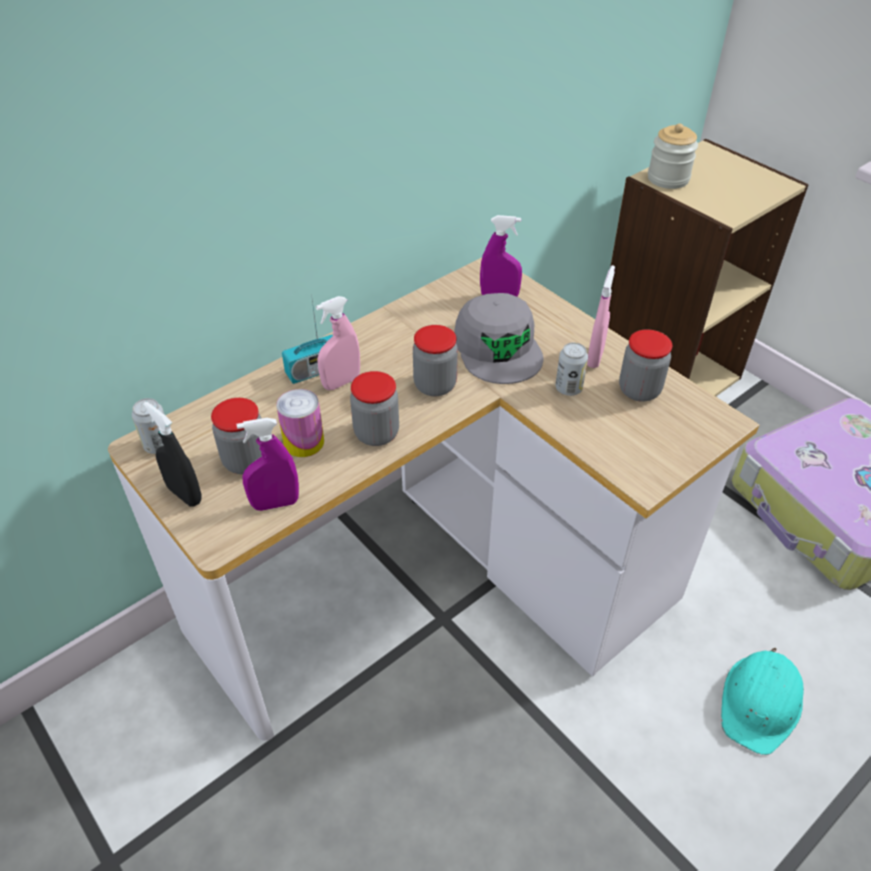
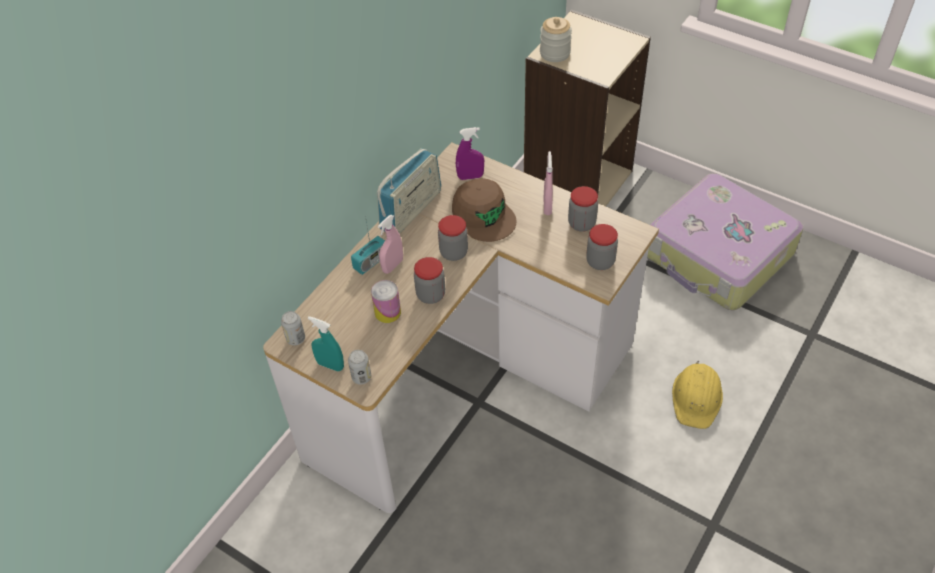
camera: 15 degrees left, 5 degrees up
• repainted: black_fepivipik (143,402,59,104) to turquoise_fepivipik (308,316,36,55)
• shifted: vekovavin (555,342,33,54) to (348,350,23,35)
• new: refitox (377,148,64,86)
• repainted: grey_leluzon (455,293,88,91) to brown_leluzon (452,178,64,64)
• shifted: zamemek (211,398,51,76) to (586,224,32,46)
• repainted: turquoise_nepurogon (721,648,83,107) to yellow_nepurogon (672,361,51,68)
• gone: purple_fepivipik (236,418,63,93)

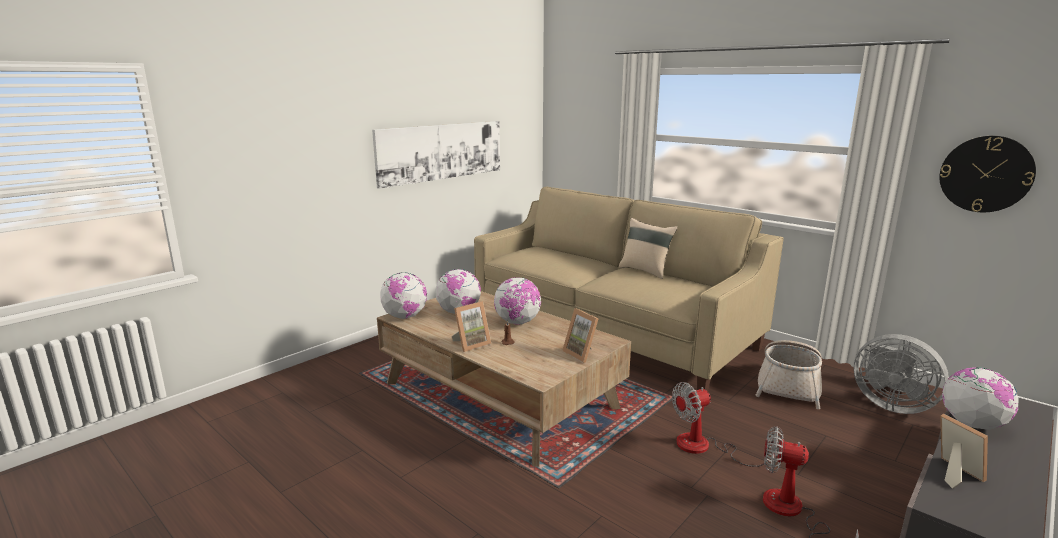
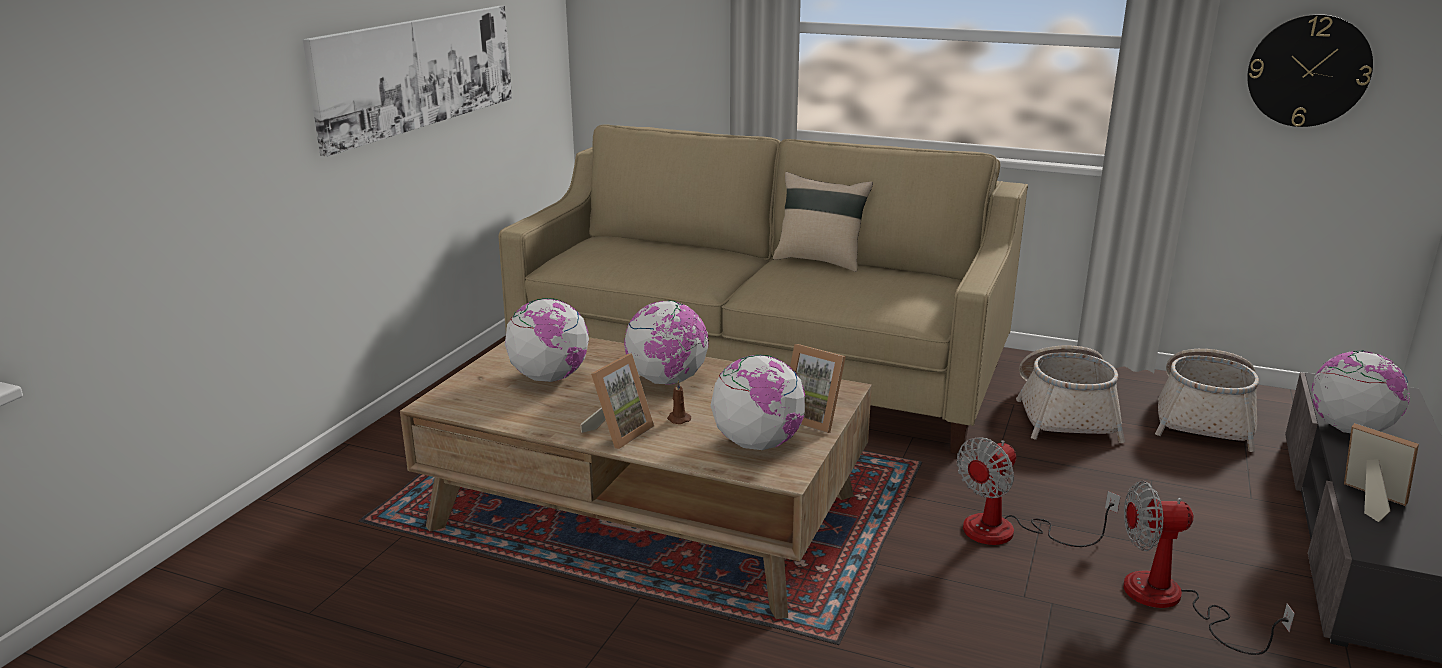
camera: 20 degrees left, 5 degrees up
• shifted: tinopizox (380,272,47,47) to (710,355,95,95)
• swapped: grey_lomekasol (854,334,95,80) to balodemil (1155,349,104,103)

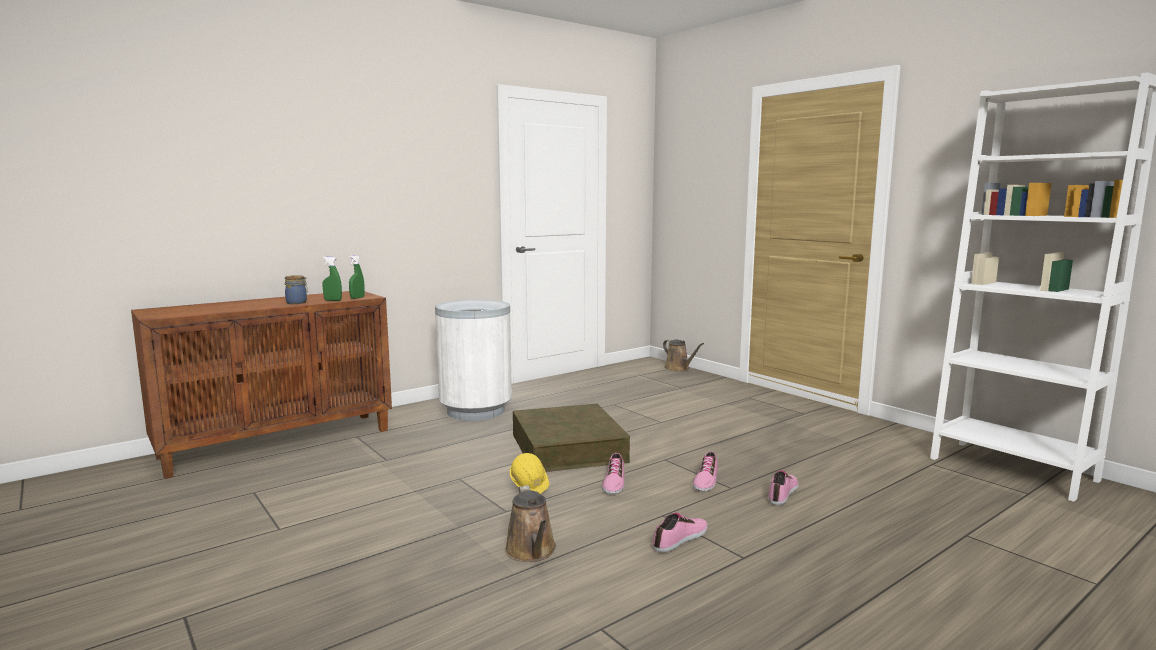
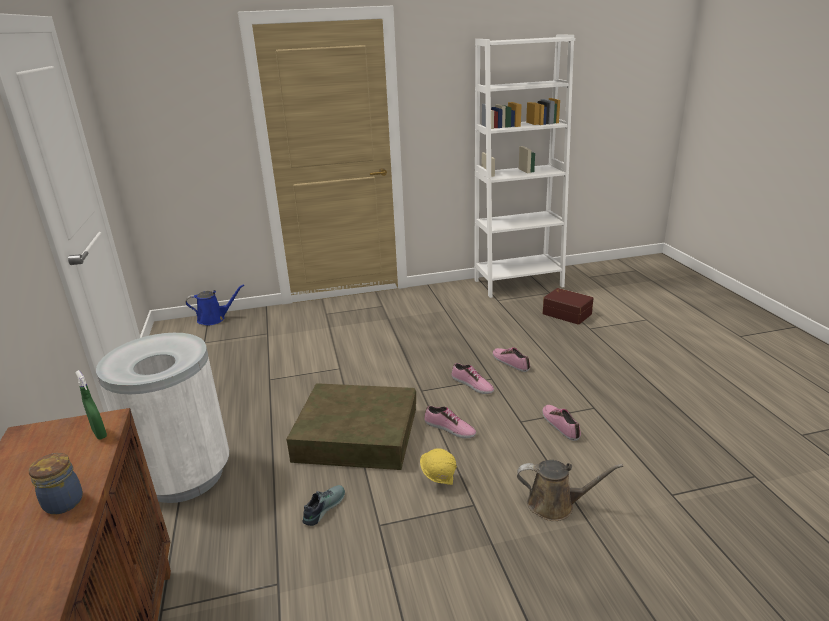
camera: 65 degrees left, 15 degrees up
• repainted: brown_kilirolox (663,339,41,33) to blue_kilirolox (185,284,59,41)
• new: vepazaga (303,485,42,41)
• new: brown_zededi (543,288,51,37)
• gone: green_fepivipik (322,257,20,44)

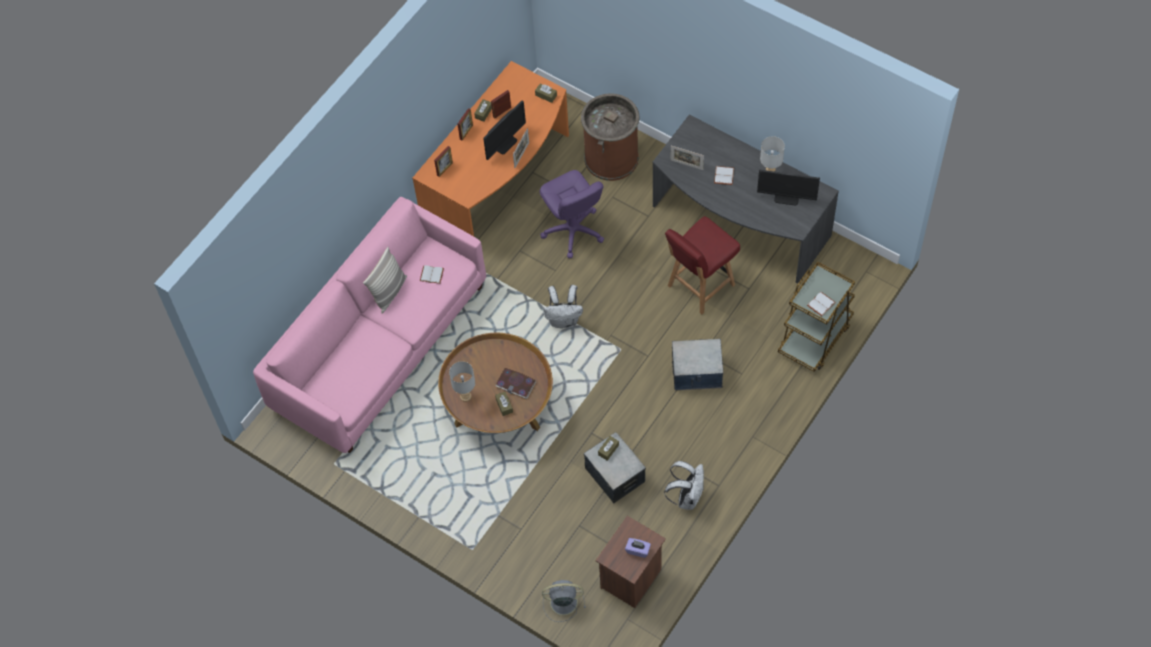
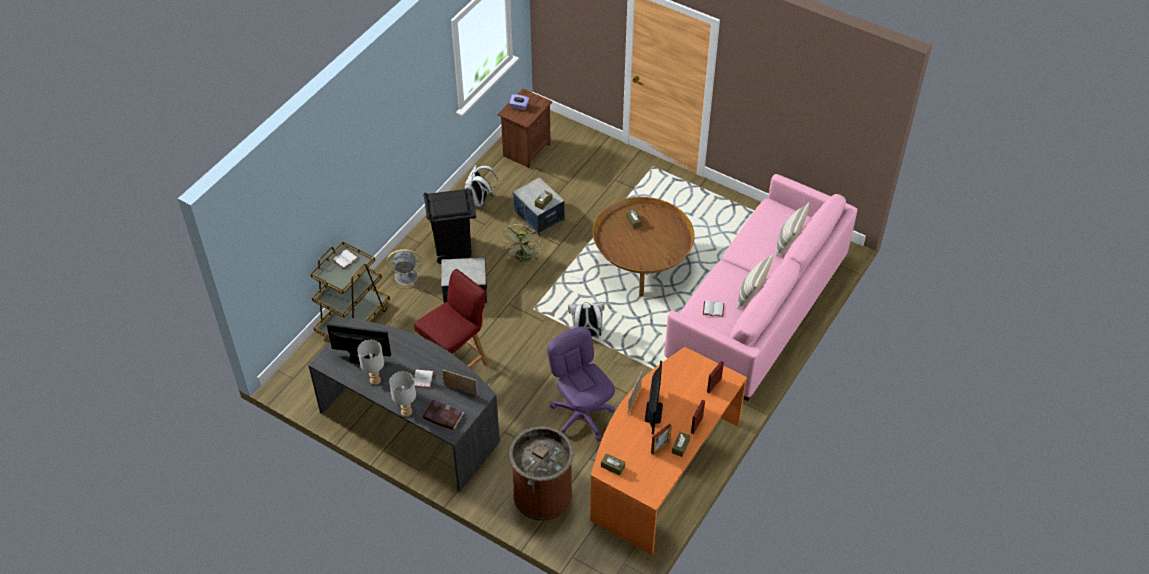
camera: 175 degrees right, 10 degrees down
• shifted: grey_lomekasol (542,580,44,42) to (387,249,37,40)
• shifted: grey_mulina (449,361,26,41) to (389,371,27,46)
• shifted: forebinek (495,368,41,31) to (422,400,42,30)
• new: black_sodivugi (423,189,53,75)
• new: green_lomekasol (501,224,40,38)
• rotated: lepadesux (483,101,43,59) = (645,361,18,73) 150 degrees clockwise
• new: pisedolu (776,203,34,53)

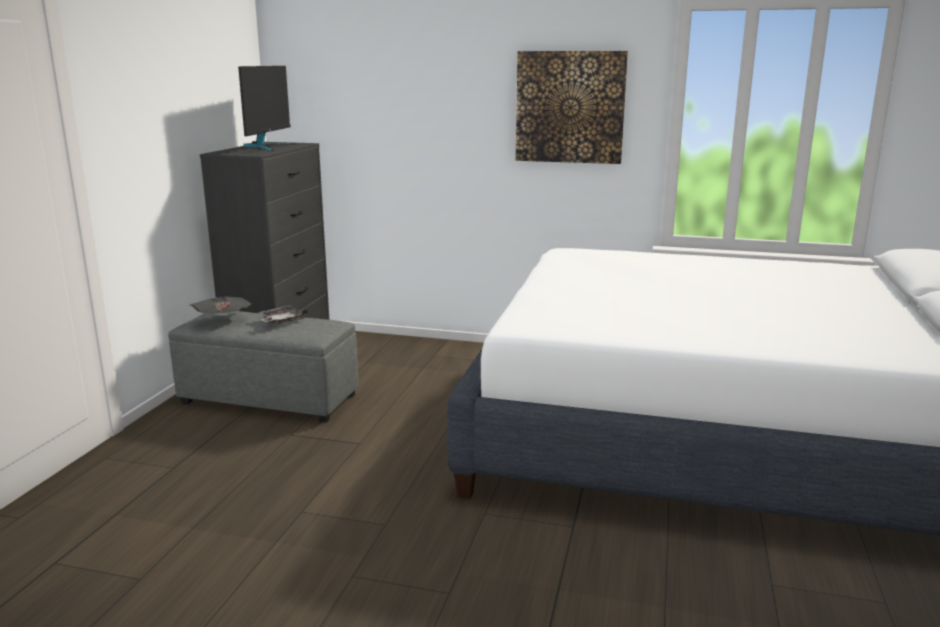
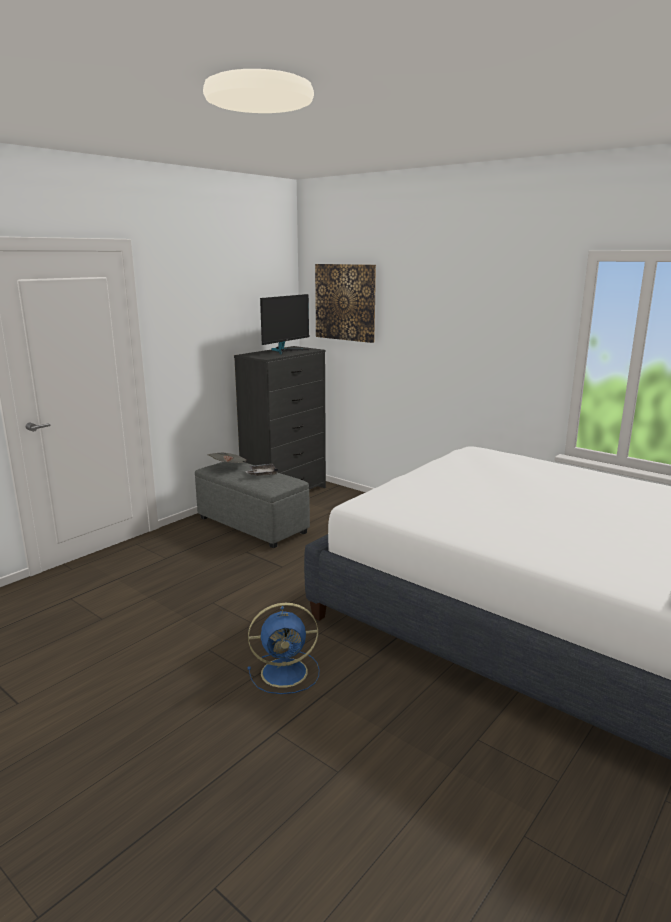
camera: 25 degrees right, 0 degrees up
• new: blue_lomekasol (248,603,71,91)
• shifted: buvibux (516,51,112,113) to (315,264,61,79)

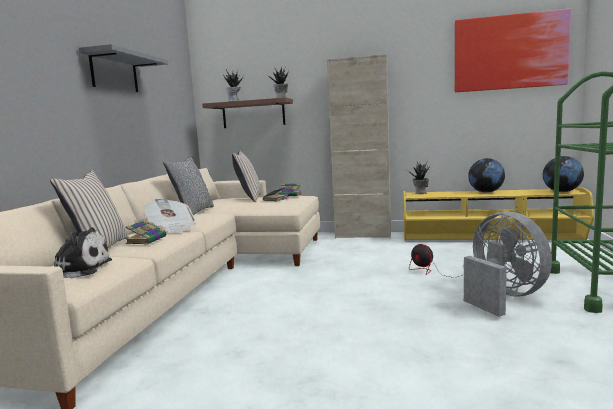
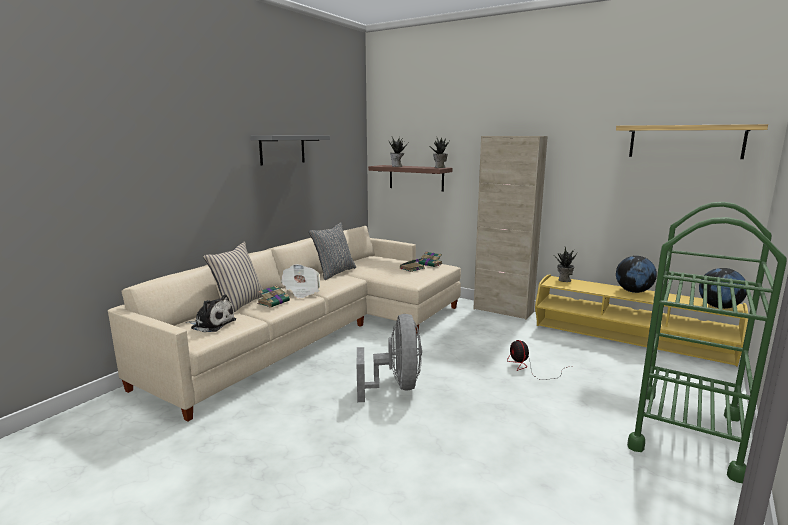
camera: 20 degrees right, 5 degrees up
• shifted: grey_lomekasol (464,211,88,106) to (357,314,65,88)
• swapped: buvibux (455,9,116,83) to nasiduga (616,124,152,35)
• gone: beige_pisedolu (232,150,29,52)

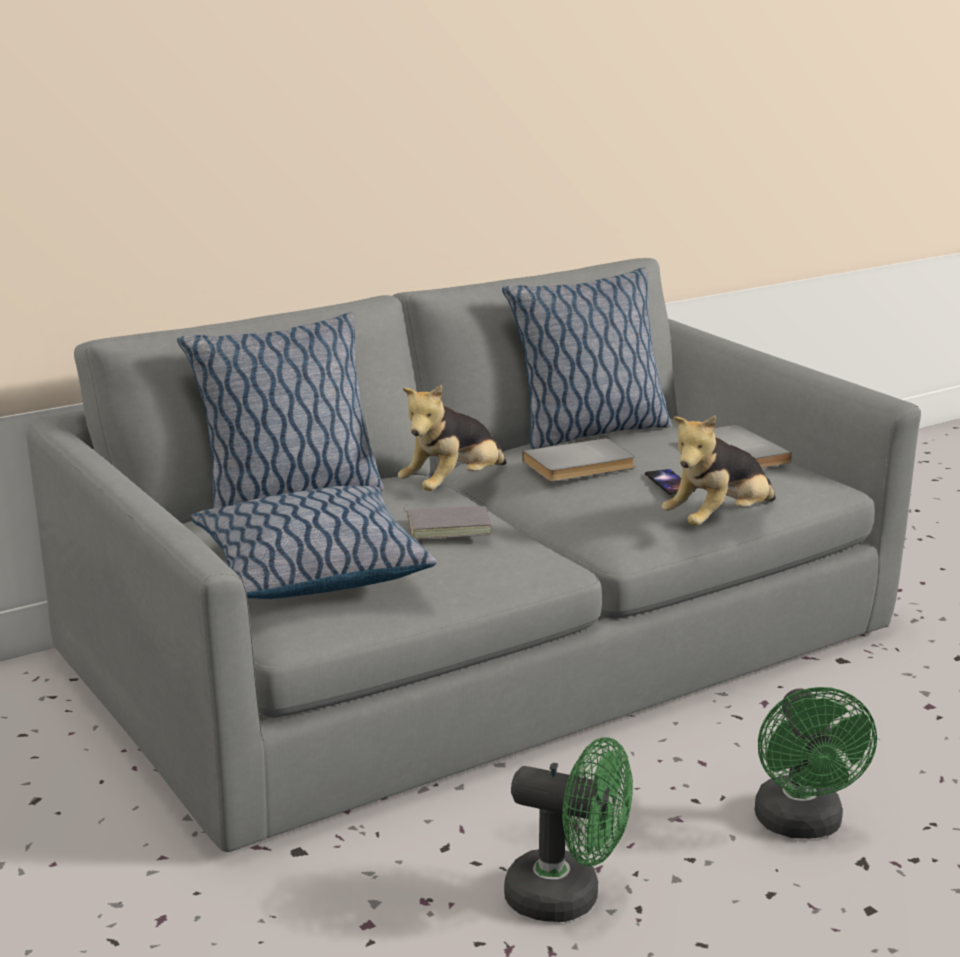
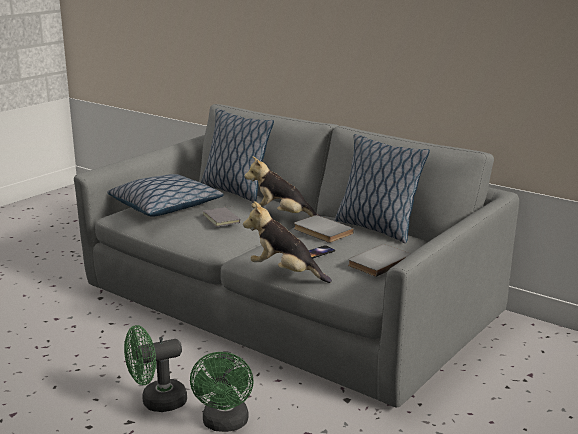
camera: 70 degrees right, 0 degrees up
• shifted: green_lomekasol (504,738,129,184) to (190,351,64,81)

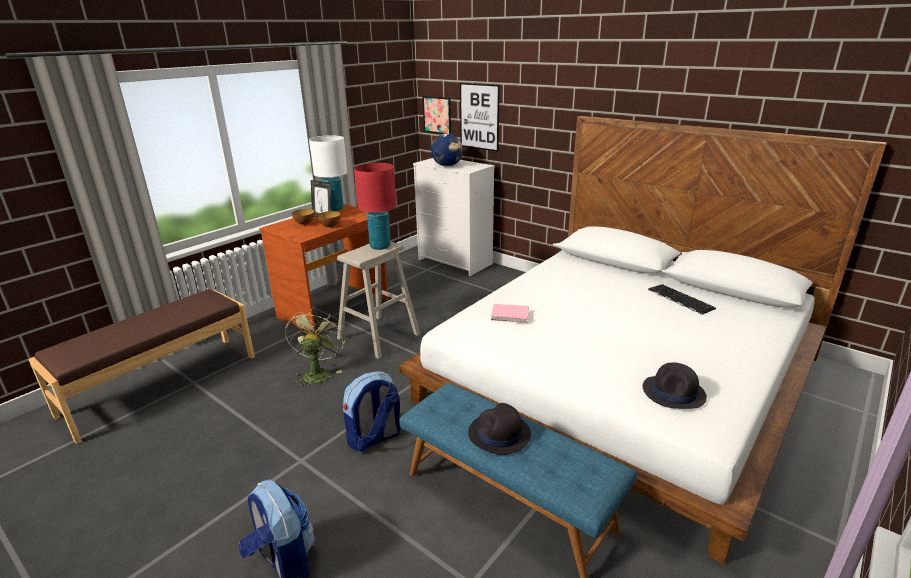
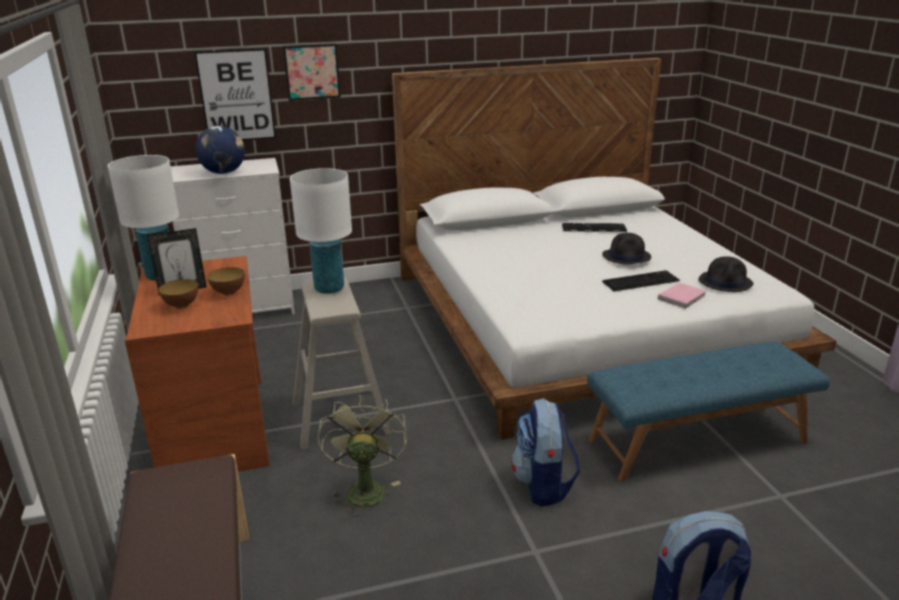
camera: 55 degrees left, 0 degrees up
• shifted: buvibux (422,96,29,38) to (283,44,58,57)
• repainted: red_mulina (354,163,42,87) to white_mulina (290,168,62,126)
• rotated: green_lomekasol (285,308,61,81) = (318,395,90,122) 45 degrees clockwise
• shifted: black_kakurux (468,403,63,52) to (602,233,49,32)
• new: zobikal (602,270,78,21)
• shifted: pink_forebinek (491,304,38,19) to (658,282,49,27)

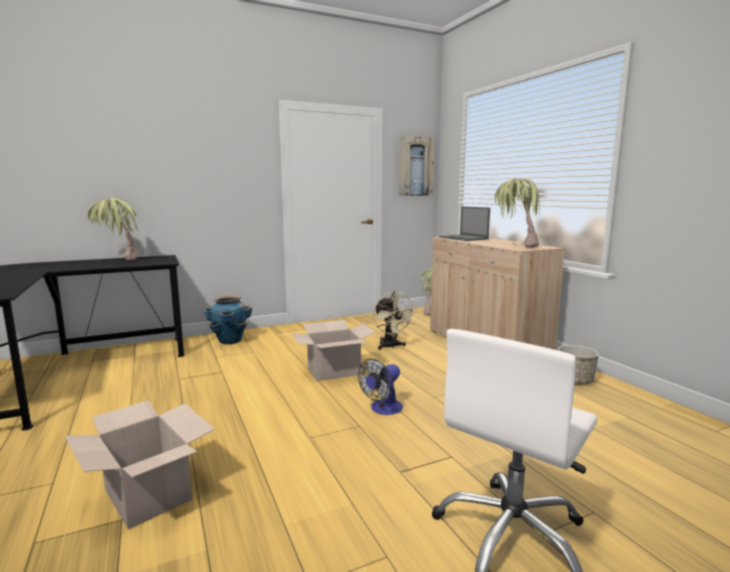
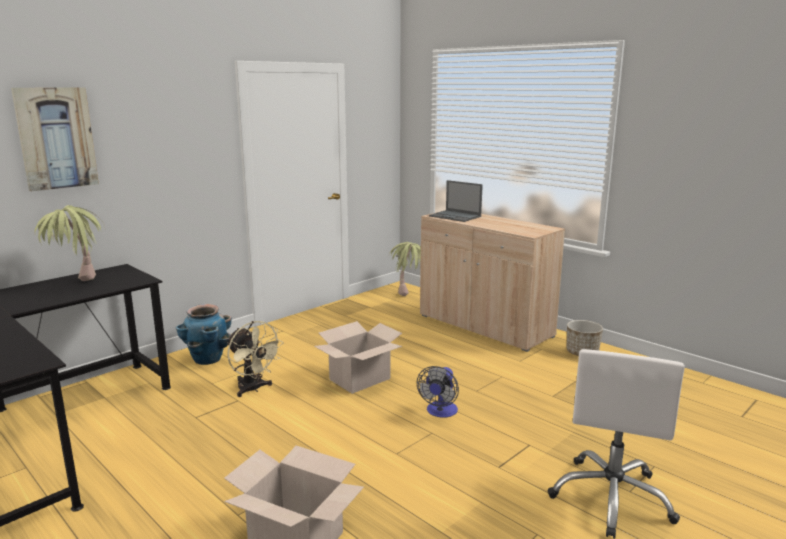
camera: 20 degrees left, 5 degrees up
• shifted: buvibux (399,136,35,60) to (11,87,88,104)
• shifted: beige_lomekasol (373,291,44,59) to (227,321,57,76)
• gone: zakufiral (495,179,45,69)

